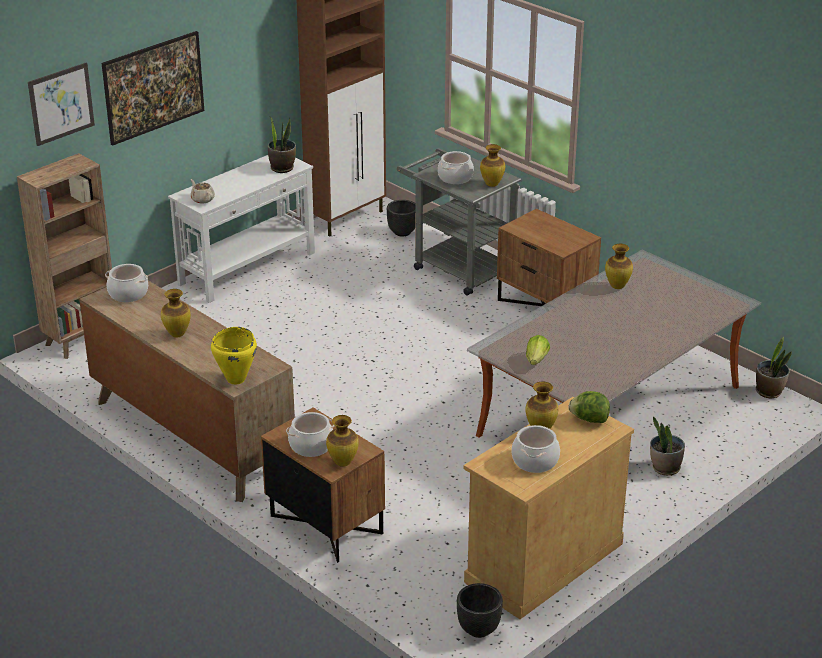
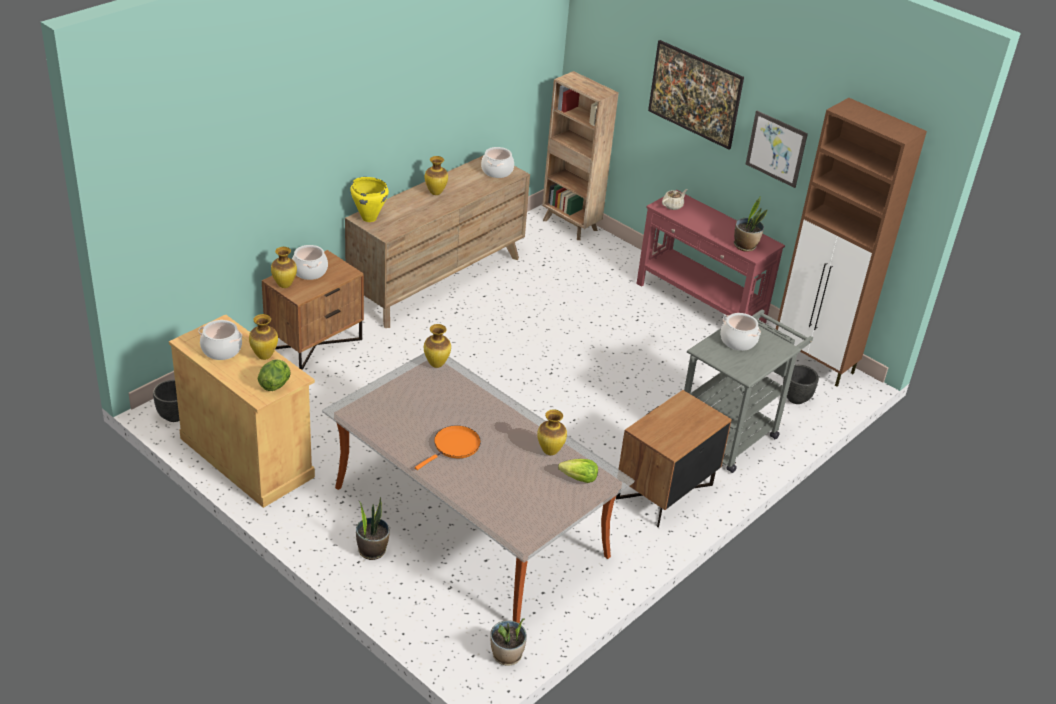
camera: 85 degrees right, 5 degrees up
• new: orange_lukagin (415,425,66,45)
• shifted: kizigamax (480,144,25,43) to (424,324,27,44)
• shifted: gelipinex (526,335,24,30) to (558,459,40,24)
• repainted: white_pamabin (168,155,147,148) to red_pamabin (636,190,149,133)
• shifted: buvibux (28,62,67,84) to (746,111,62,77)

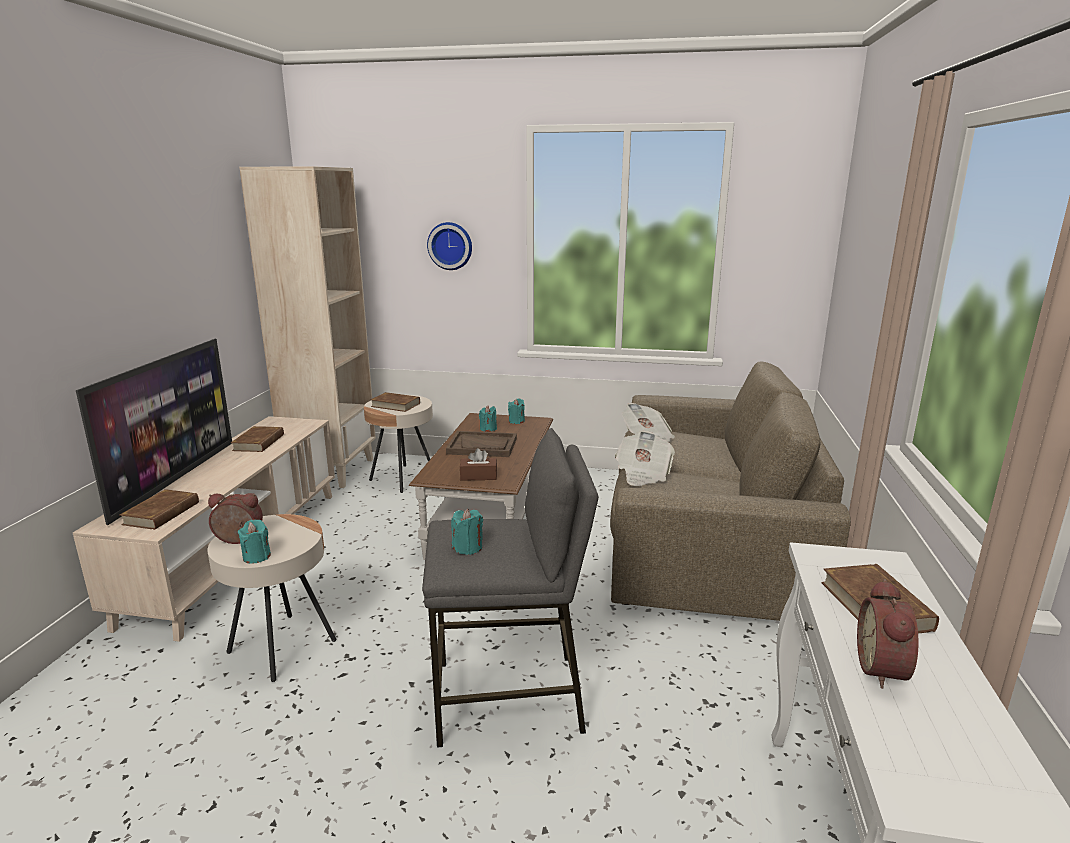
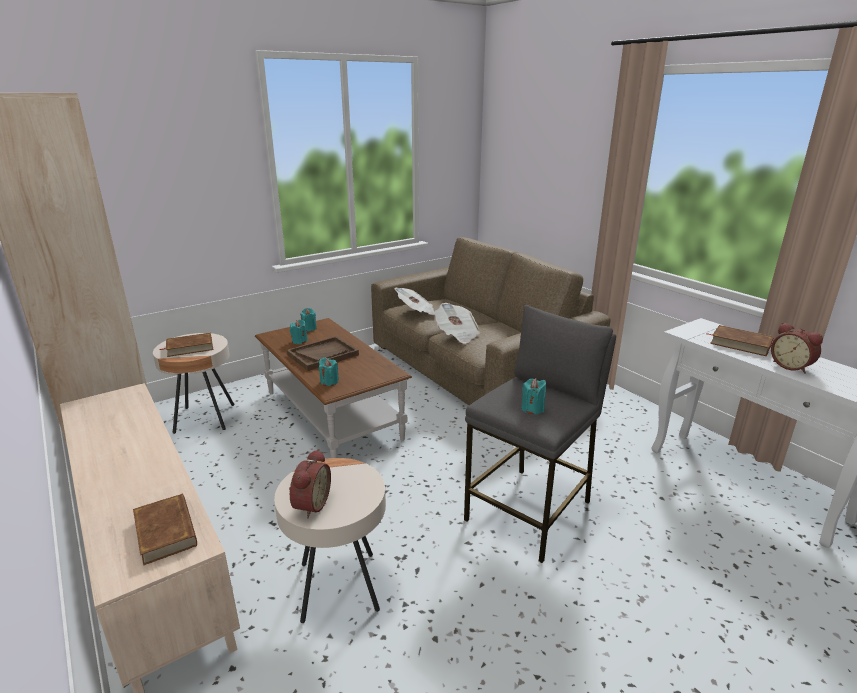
camera: 45 degrees left, 5 degrees up
• rotated: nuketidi (208,493,55,51) = (289,449,42,70) 150 degrees clockwise
• shifted: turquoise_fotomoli (238,519,33,45) to (319,358,20,28)
• gone: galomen (76,339,156,186)
• gone: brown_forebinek (231,426,53,26)
• gone: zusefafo (427,222,45,48)
• gone: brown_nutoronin (460,448,37,33)

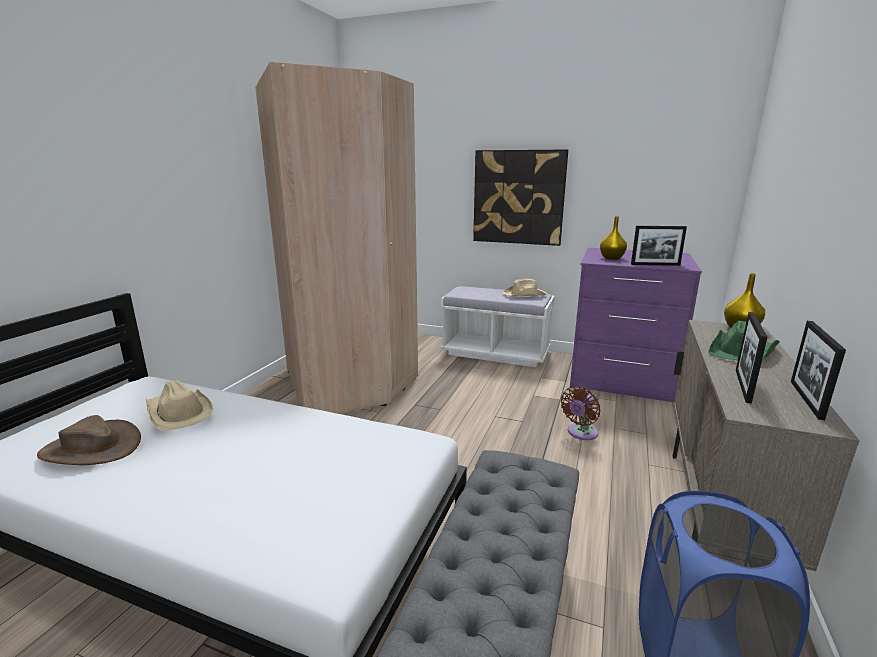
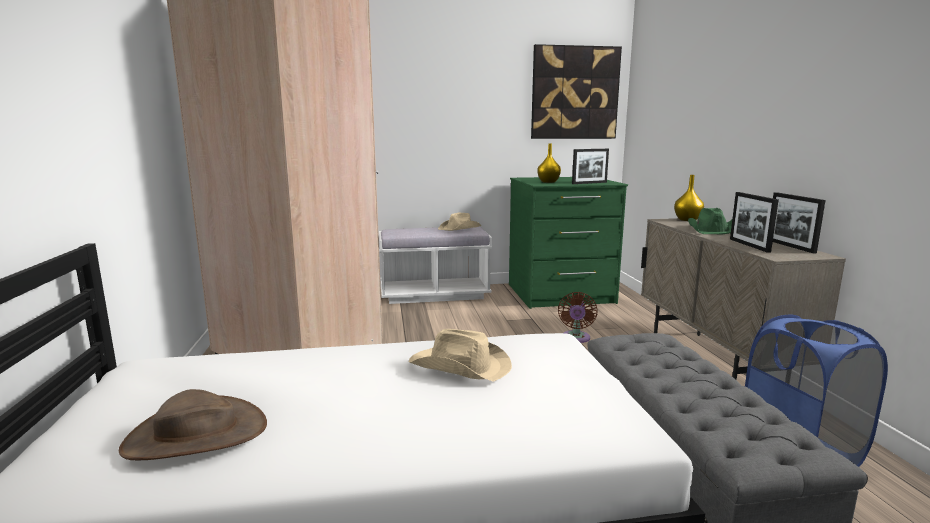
camera: 30 degrees left, 5 degrees down
• shifted: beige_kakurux (146,380,67,51) to (409,329,103,53)
• repainted: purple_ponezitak (570,248,132,154) to green_ponezitak (509,177,119,132)
• shifted: buvibux (473,149,95,97) to (531,44,91,95)

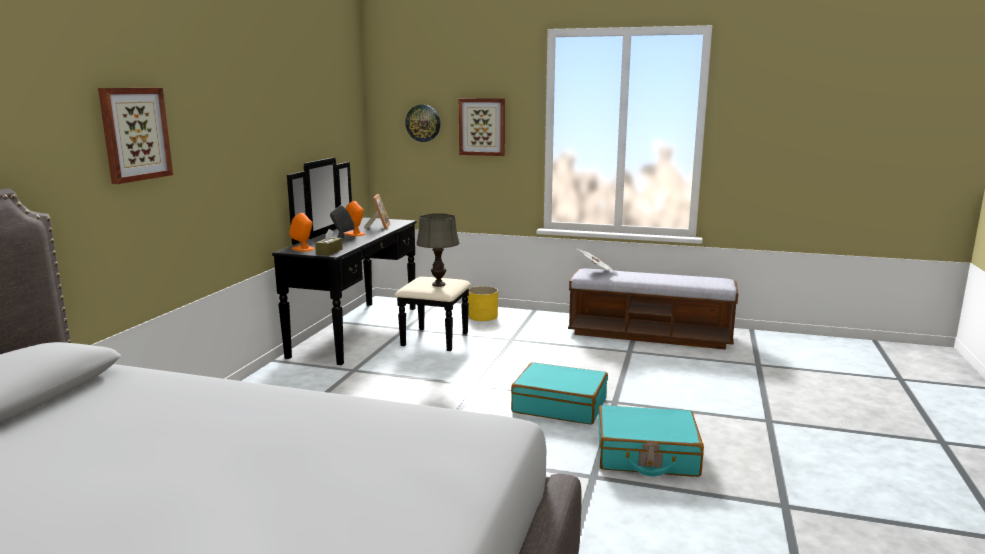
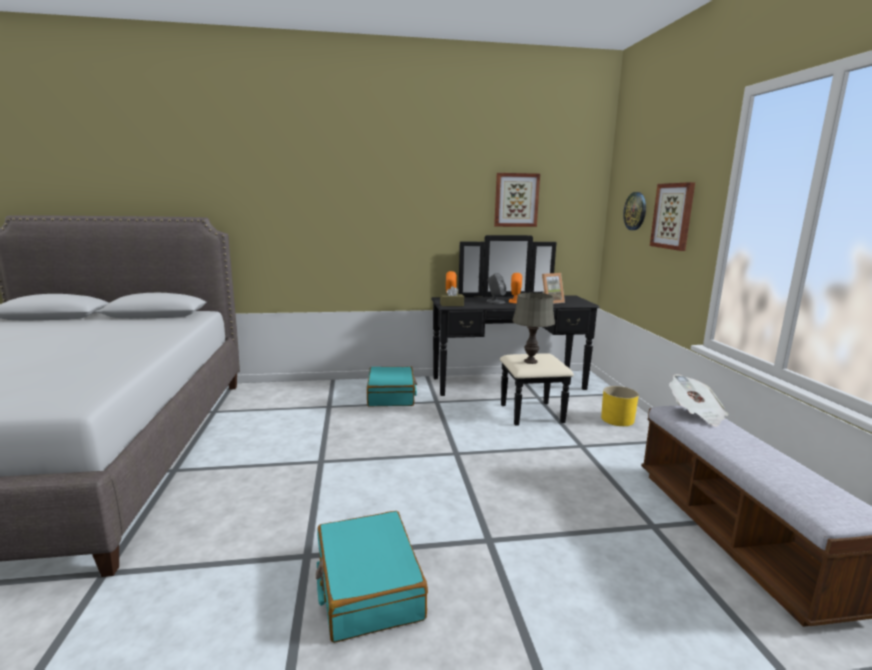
camera: 65 degrees right, 0 degrees up
• shifted: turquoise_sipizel (511,362,97,62) to (367,366,50,40)
• shifted: buvibux (98,88,75,96) to (494,173,46,54)

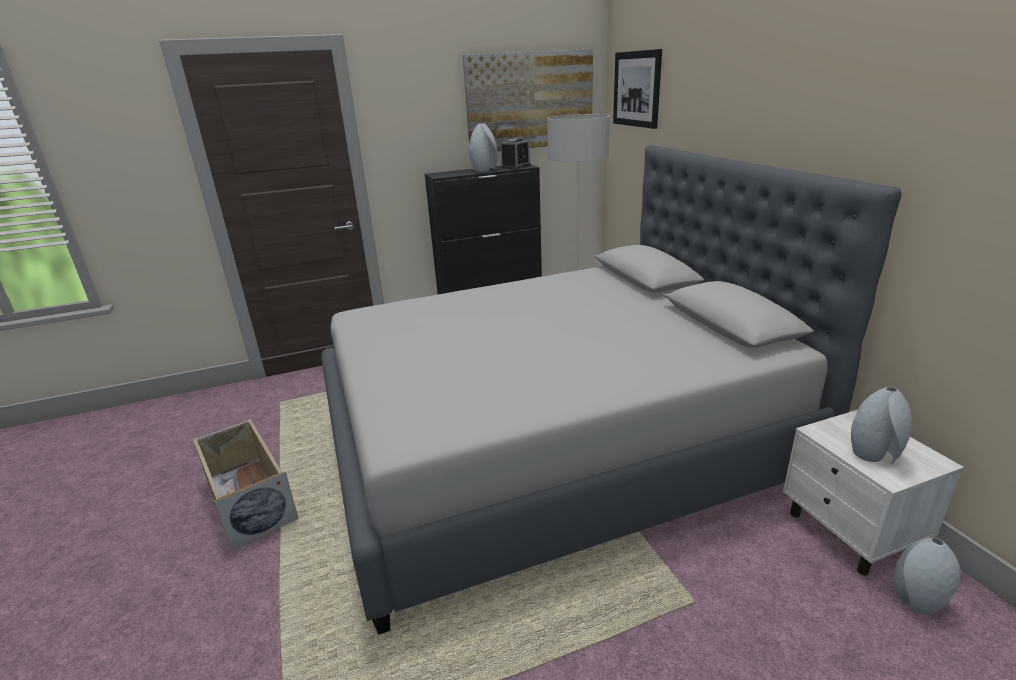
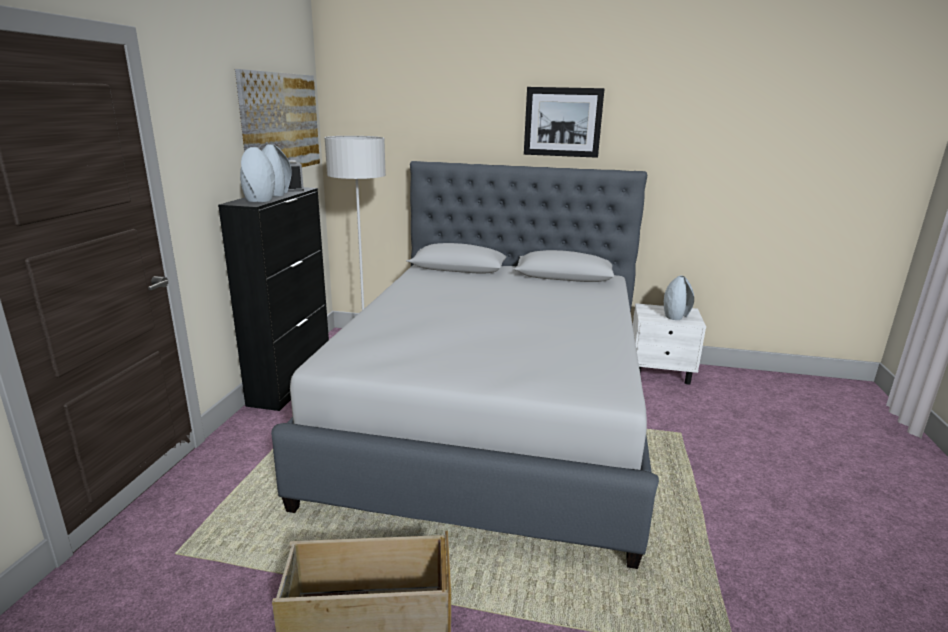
camera: 60 degrees left, 5 degrees down
• shifted: grey_kizigamax (894,538,67,77) to (240,147,35,55)
• shifted: buvibux (613,49,49,80) to (524,87,81,71)

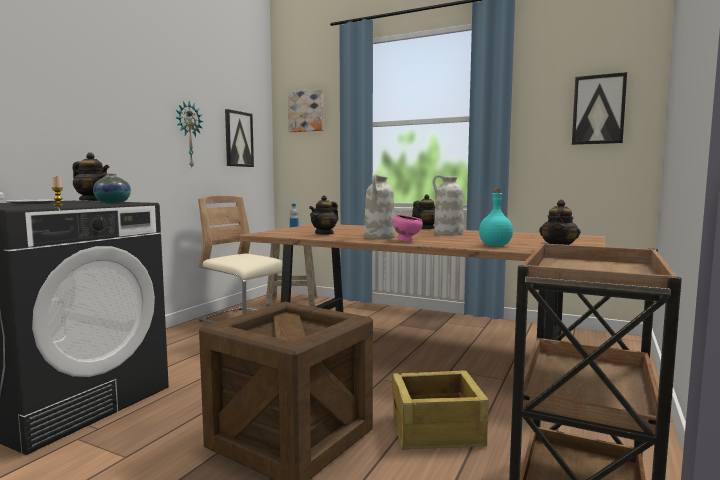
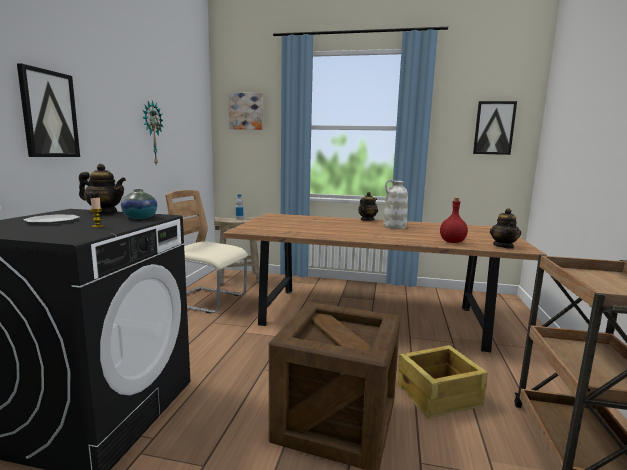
camera: 15 degrees left, 5 degrees up
• shifted: buvibux (225,109,29,58) to (17,63,63,94)
• repainted: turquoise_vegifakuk (479,189,34,57) to red_vegifakuk (440,198,28,45)
• gone: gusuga (309,195,30,40)
• gone: white_kizigamax (364,174,31,65)
• gone: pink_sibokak (393,215,30,27)

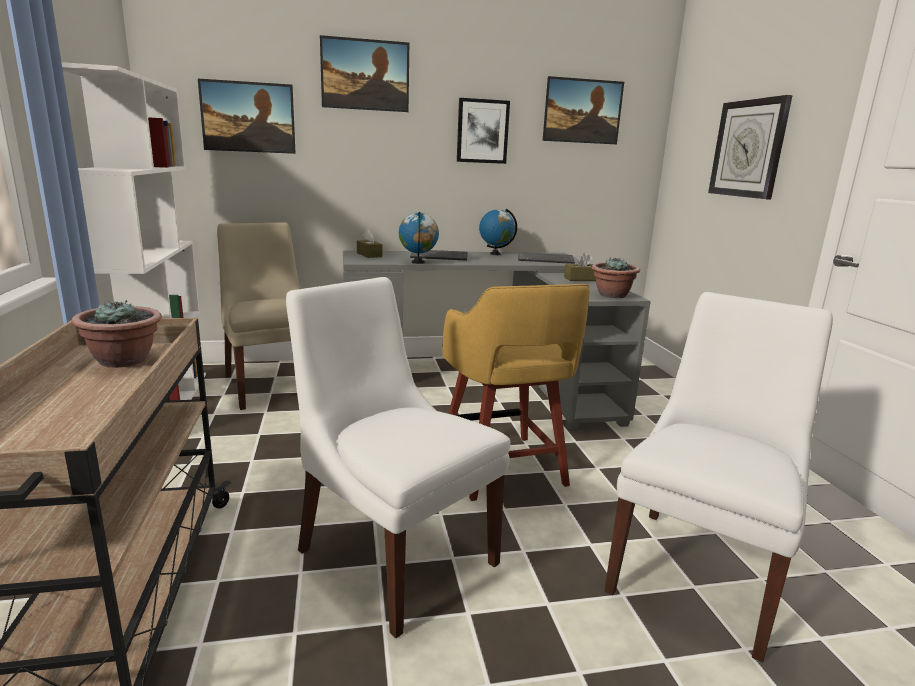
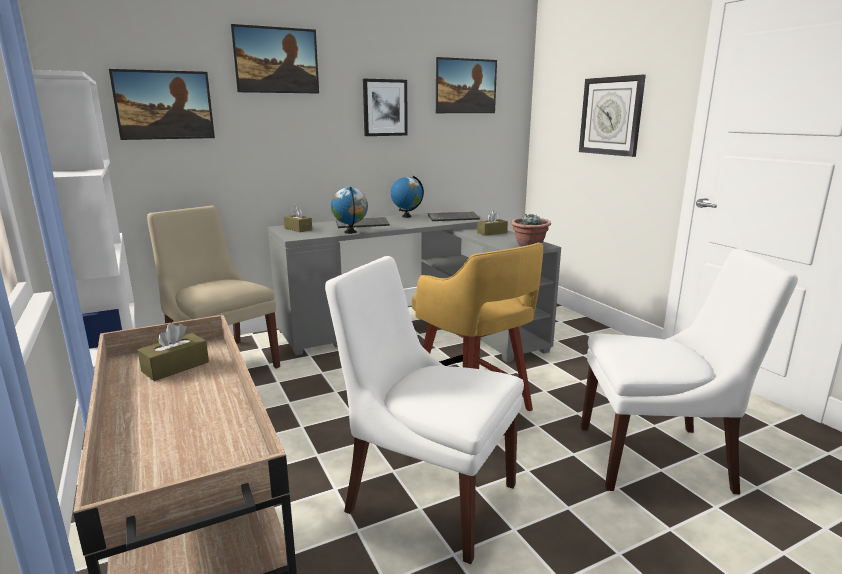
camera: 15 degrees left, 0 degrees up
• swapped: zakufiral (72,301,90,67) to brown_nutoronin (138,323,71,58)
• rotated: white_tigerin (604,292,229,370) = (581,248,217,246) 75 degrees clockwise

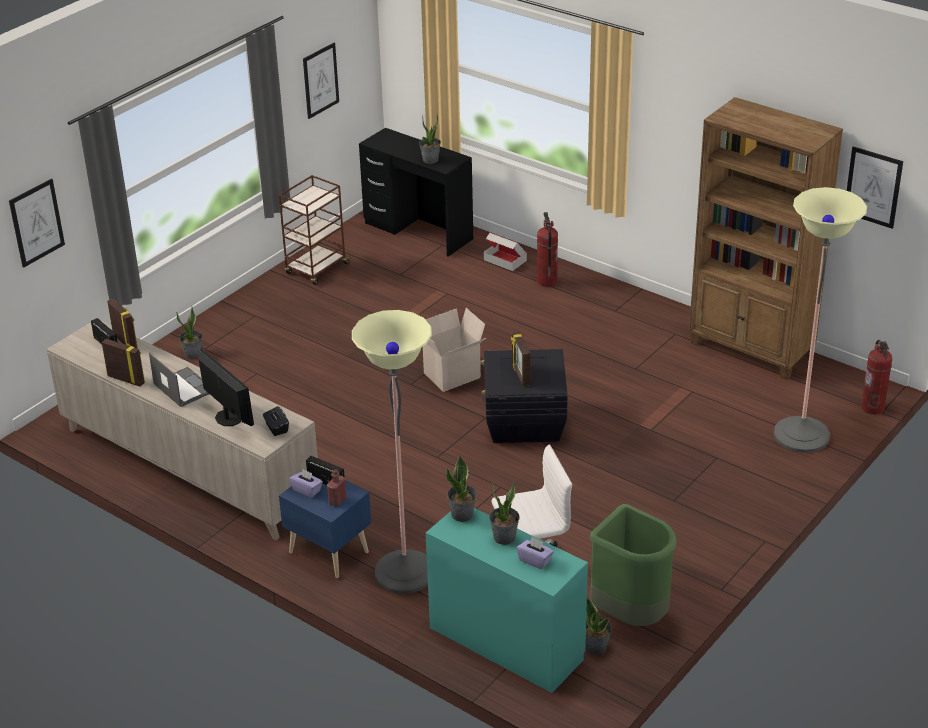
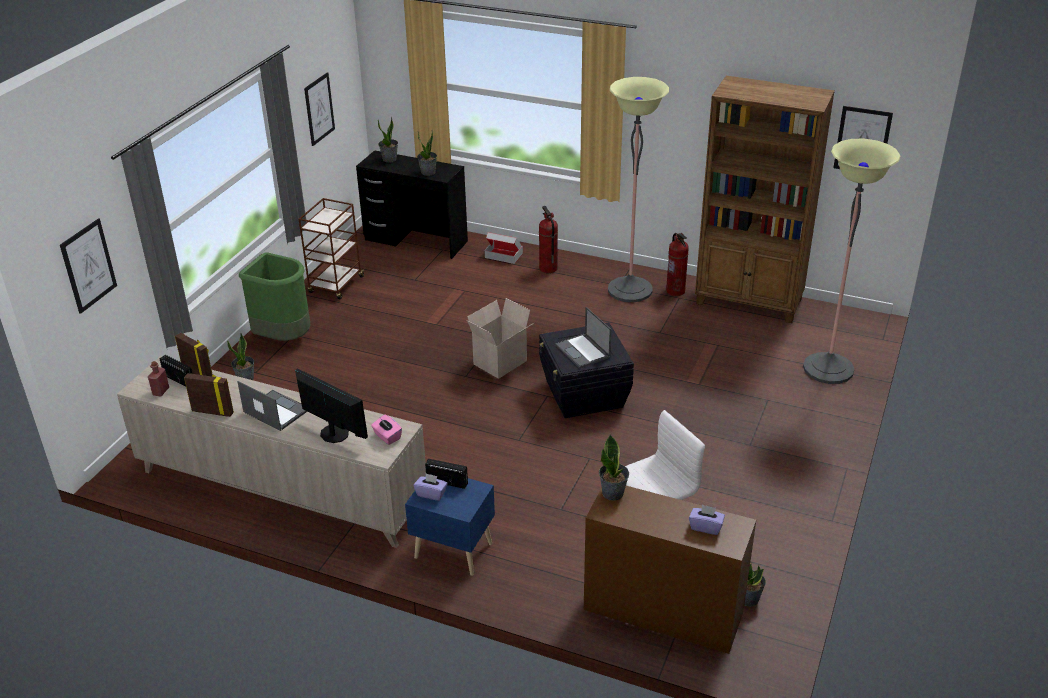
camera: 15 degrees left, 0 degrees up
• shifted: red_vegifakuk (327,469,20,38) to (148,361,21,36)
• shifted: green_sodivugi (590,504,87,122) to (239,252,72,89)
• repainted: black_nutoronin (263,406,26,30) to pink_nutoronin (371,415,31,30)
• shifted: zakufiral (489,481,31,64) to (378,117,20,46)
• swapped: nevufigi (511,331,19,56) to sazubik (555,307,56,62)
• repainted: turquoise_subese (426,508,162,185) to brown_subese (584,486,172,168)
• shifted: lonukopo (352,310,80,284) to (608,77,61,225)
• shifted: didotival (861,340,31,75) to (666,233,23,63)

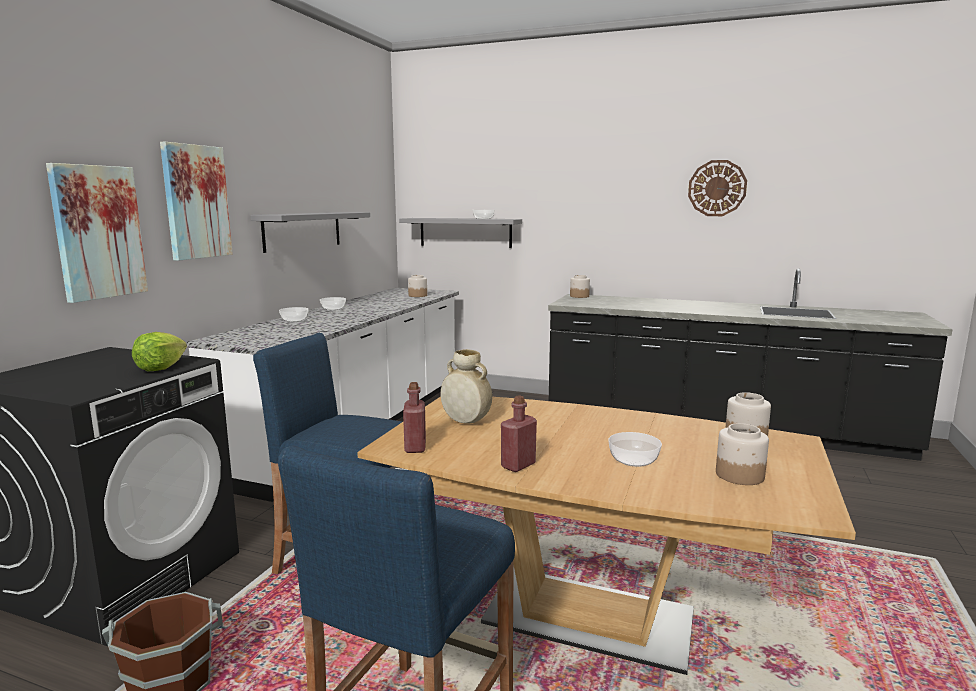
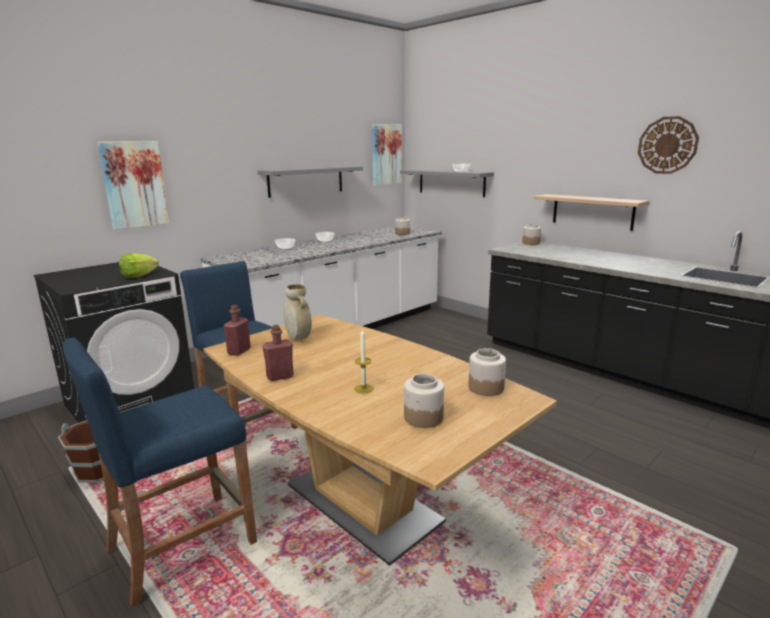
camera: 25 degrees right, 5 degrees up
• swapped: sibokak (608,432,54,35) to fotomoli (354,330,20,63)
• shifted: buvibux (160,142,73,119) to (372,124,30,62)
• new: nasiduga (534,194,115,37)

